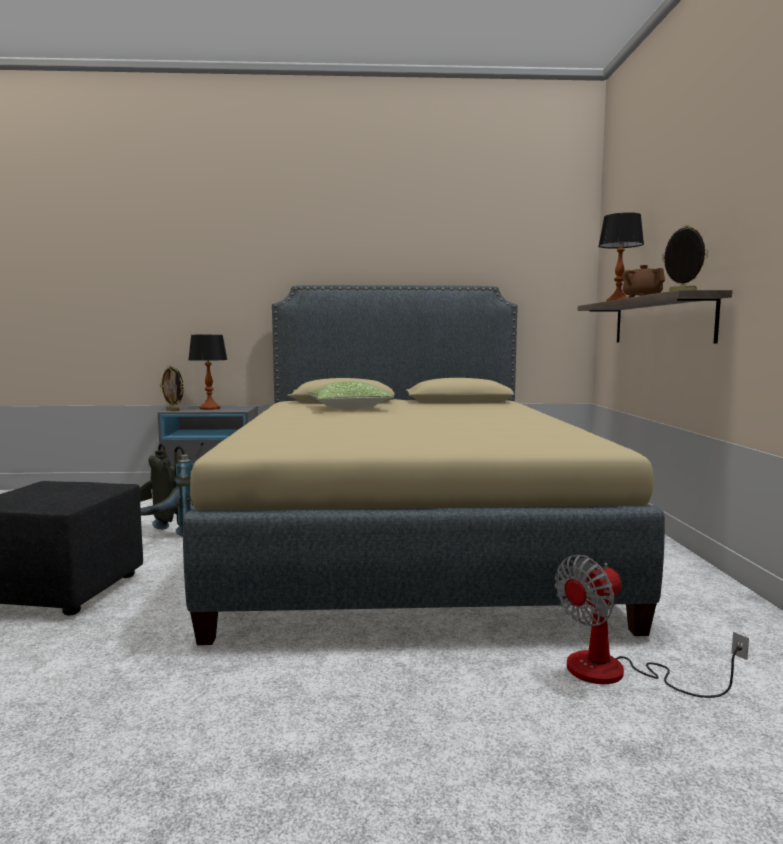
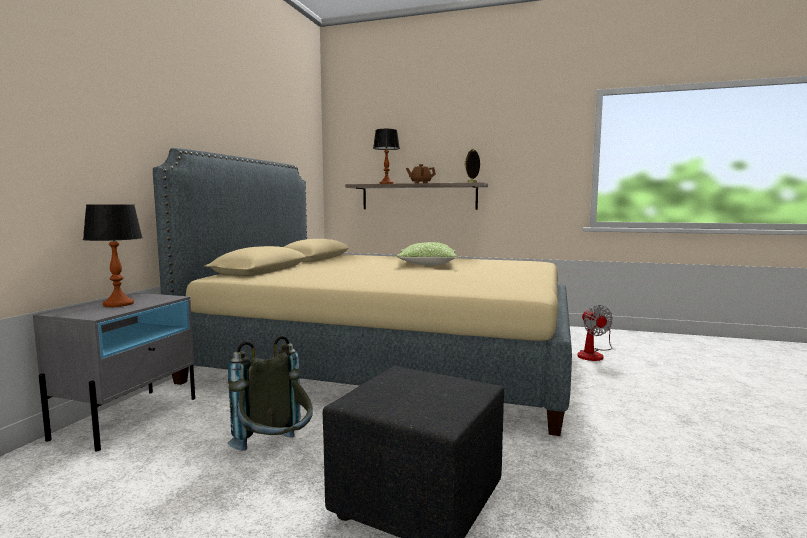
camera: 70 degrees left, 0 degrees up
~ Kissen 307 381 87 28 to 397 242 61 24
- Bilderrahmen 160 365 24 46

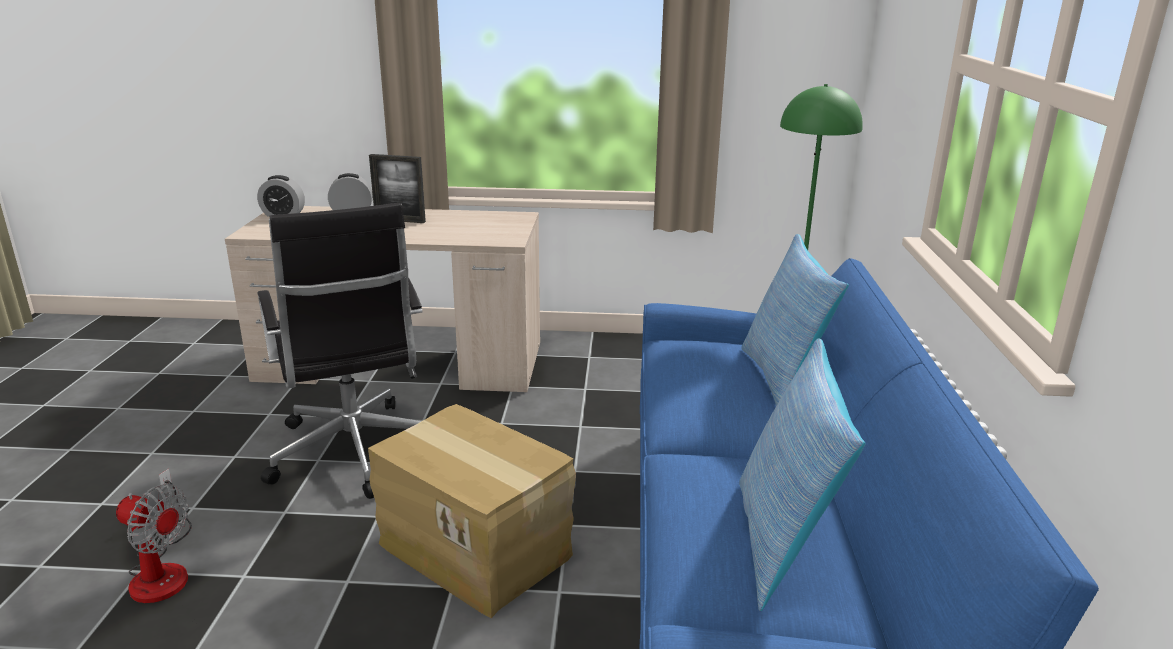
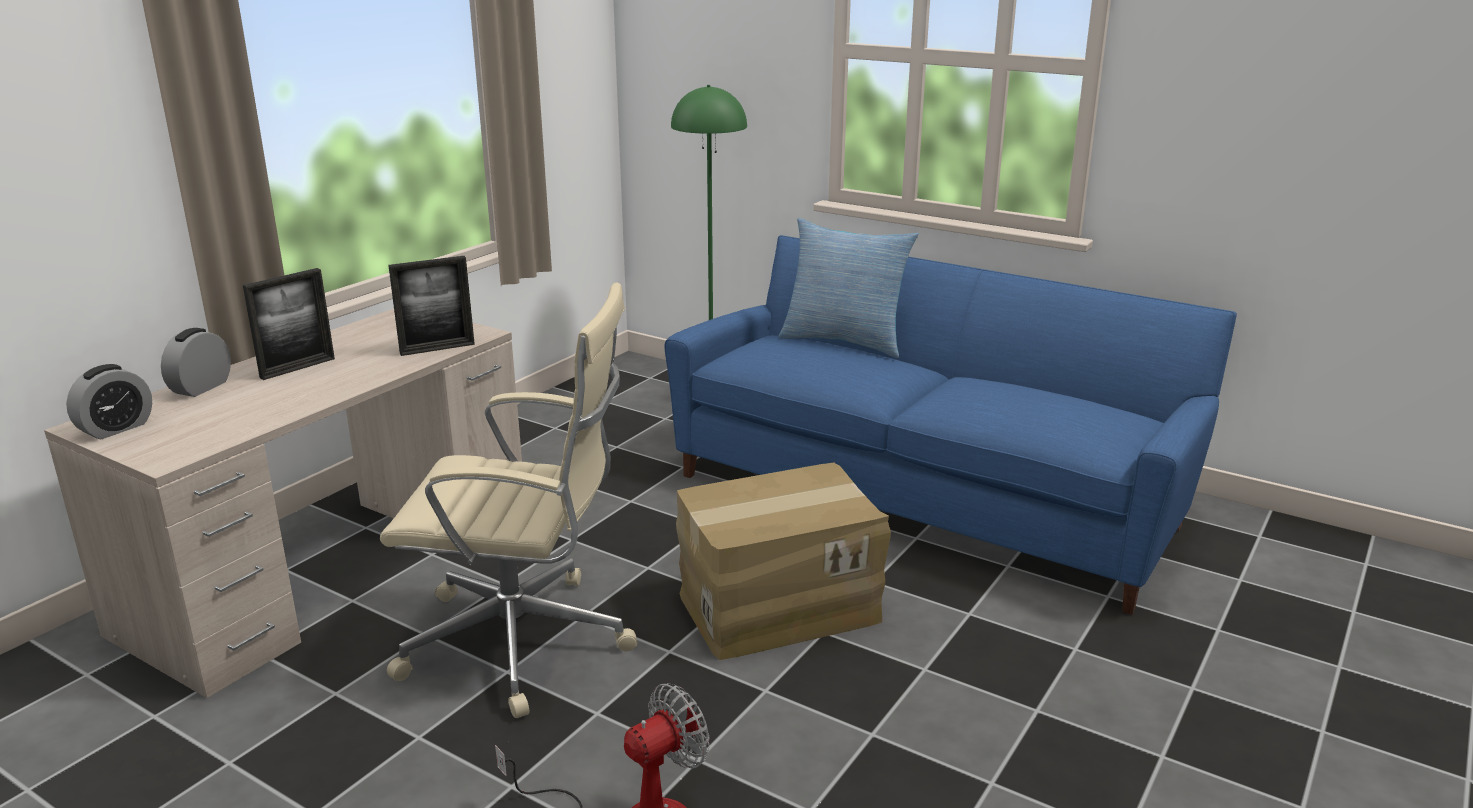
camera: 60 degrees left, 0 degrees up
~ Bürostuhl/schwarz 258 203 165 296 to Bürostuhl/beige 380 282 258 436
+ Bilderrahmen 388 256 87 100
- Kissen 739 338 127 273

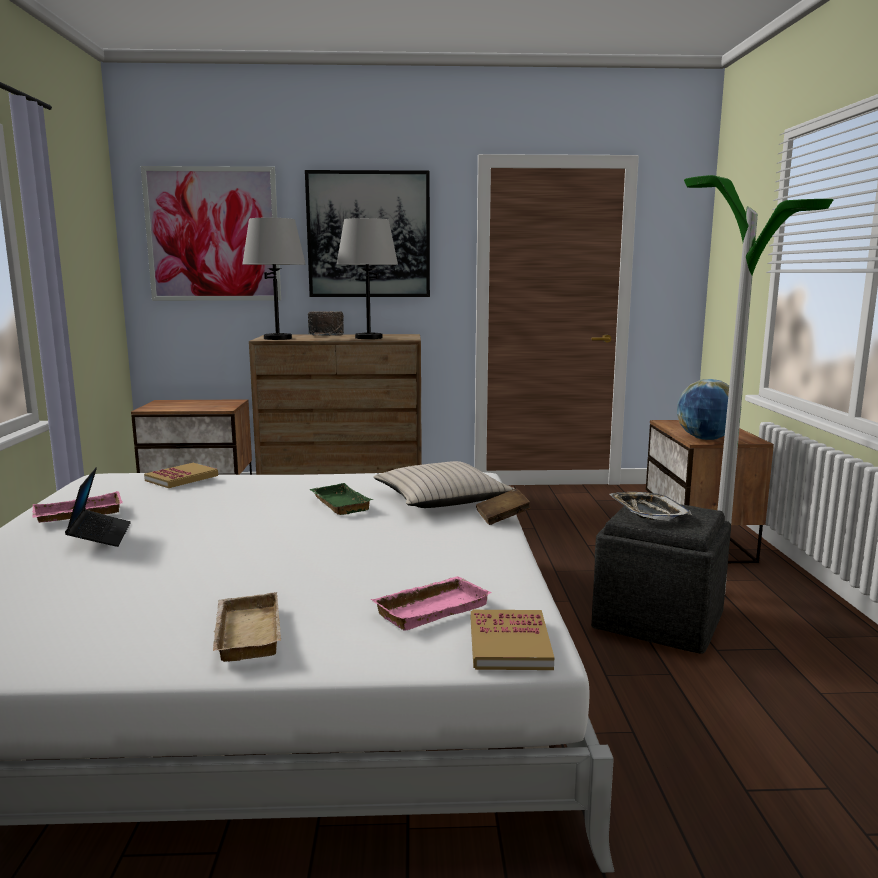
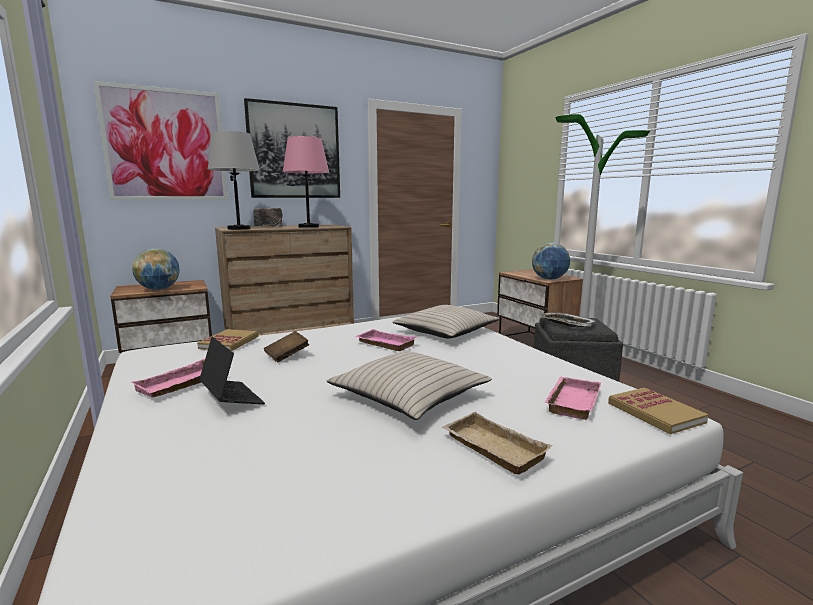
camera: 25 degrees left, 0 degrees up
+ Globus 132 248 48 42
~ Buch/braun 476 488 55 37 to 264 331 45 31
~ Tischlampe/grau 336 218 62 121 to Tischlampe/rosa 283 136 46 92
+ Kissen/beige 326 351 166 69
~ Tablett/grün 309 483 64 32 to Tablett/rosa 355 329 61 22

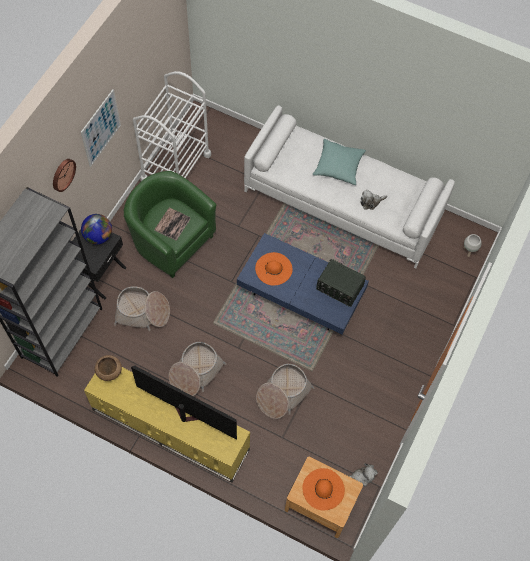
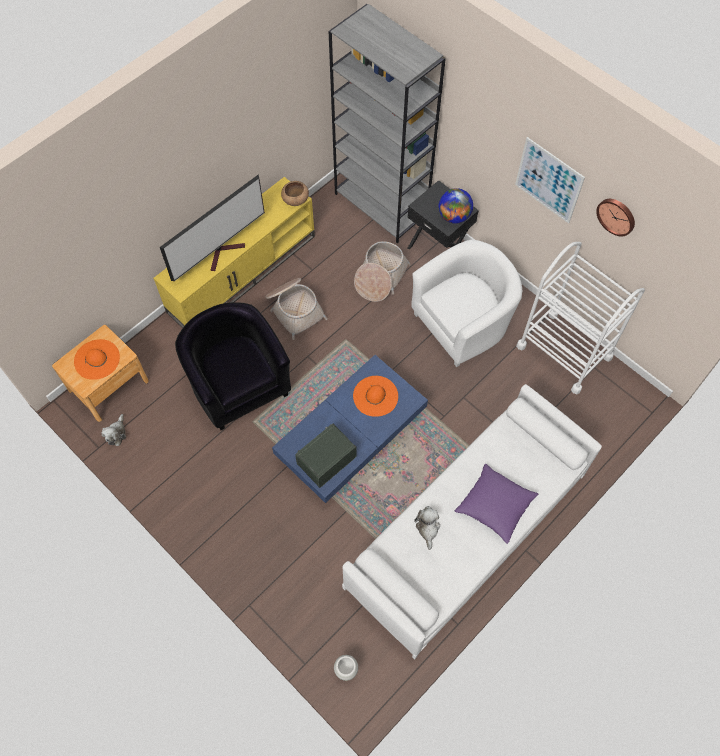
camera: 110 degrees right, 0 degrees up
~ Korb 256 364 59 55 to Sessel/schwarz 175 302 116 128
~ Sessel/grün 124 171 92 107 to Sessel/weiß 411 240 112 127
~ Kissen/türkis 312 139 54 46 to Kissen/lila 455 464 83 80
~ Wanduhr 53 159 23 33 to 596 199 39 38
- Buch 154 208 37 33

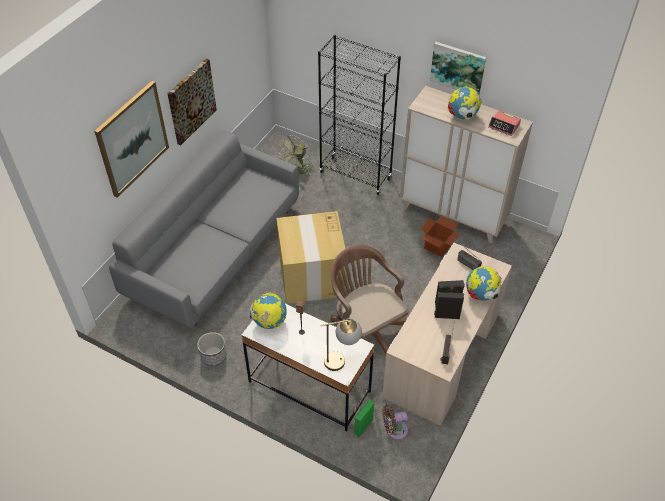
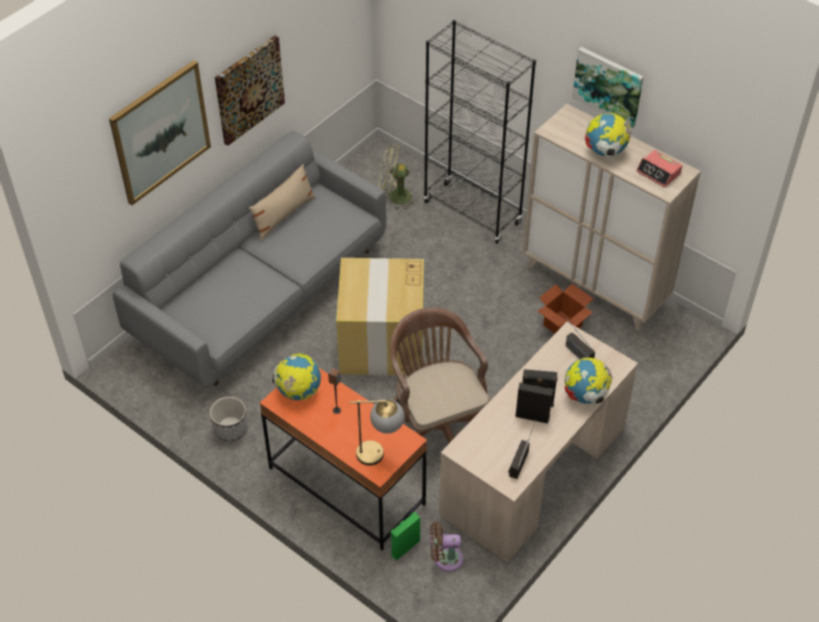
camera: 10 degrees right, 0 degrees up
+ Kissen/beige 249 164 67 77
~ Schreibtisch/weiß 242 304 132 128 to Schreibtisch/orange 260 368 167 182
~ Ventilator/grün 279 135 34 41 = 378 144 40 66 45 degrees clockwise

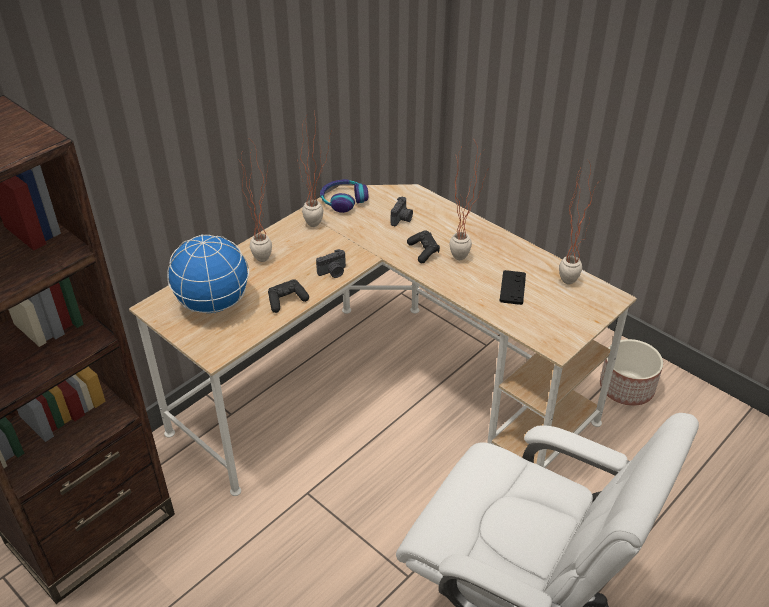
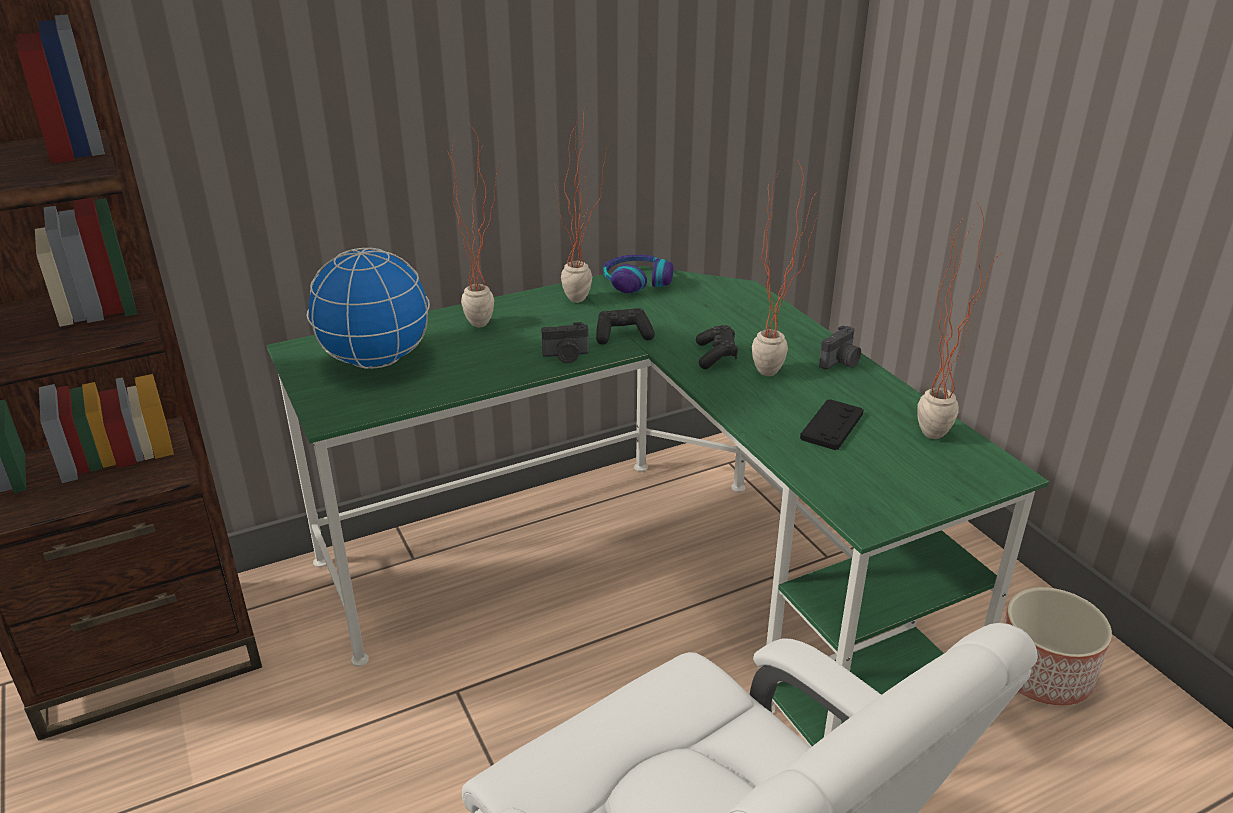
camera: 20 degrees right, 10 degrees down
~ Schreibtisch/beige 129 184 508 312 to Schreibtisch/grün 267 266 782 481
~ Gamepad/schwarz 268 279 41 34 to 596 308 59 37
~ Kamera 391 197 22 29 to 819 325 42 45

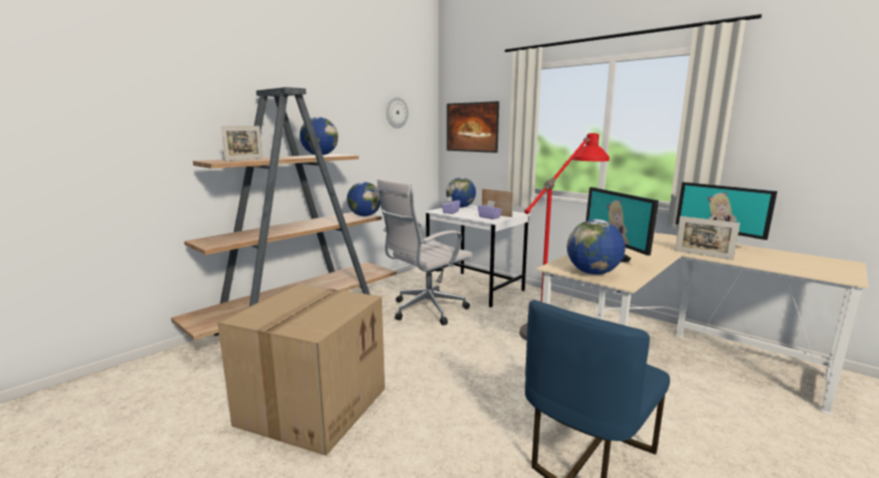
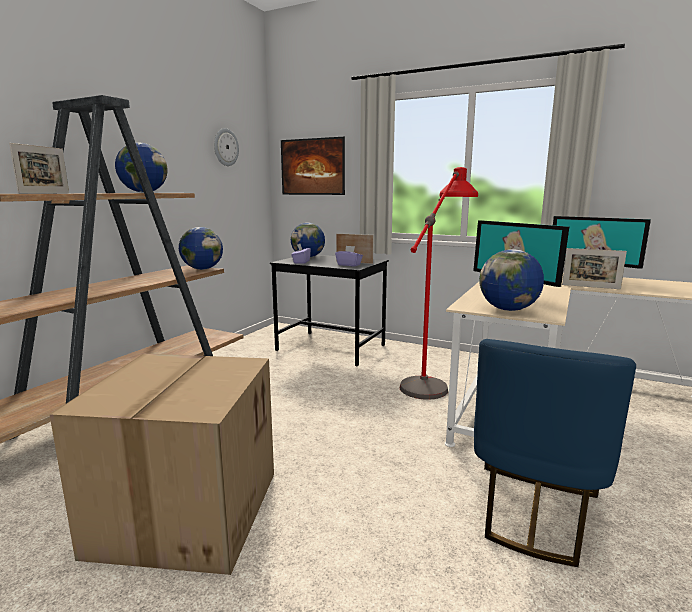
camera: 15 degrees left, 0 degrees up
~ Schreibtisch/weiß 425 205 105 103 to Schreibtisch/schwarz 270 255 119 111
- Bürostuhl/weiß 377 178 95 147

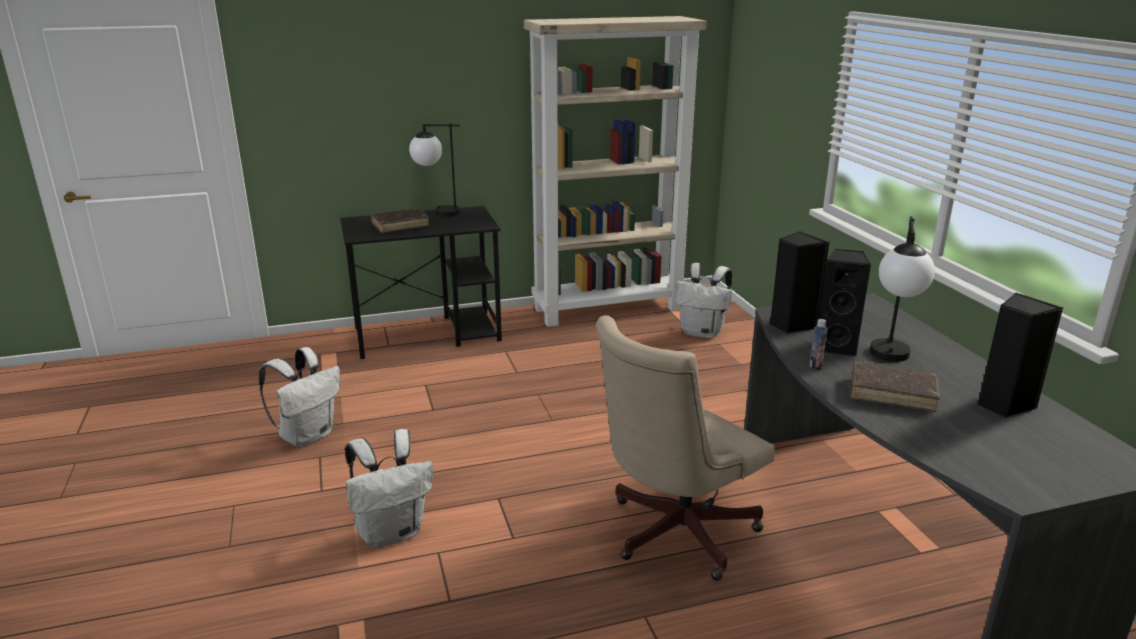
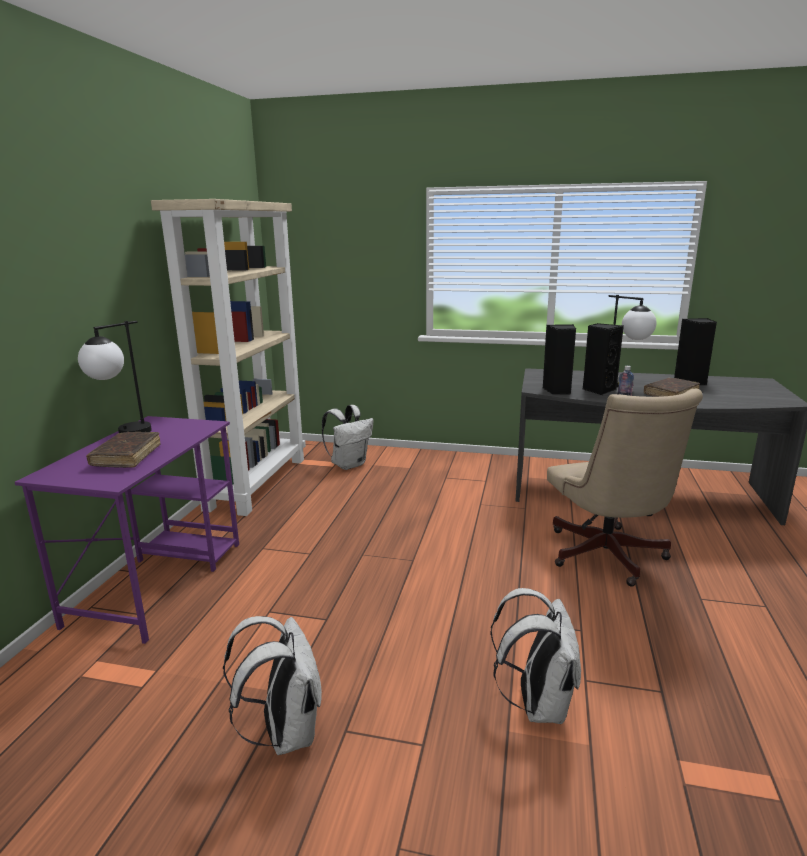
camera: 60 degrees left, 5 degrees down
~ Schreibtisch/schwarz 340 206 162 153 to Schreibtisch/lila 15 416 224 228

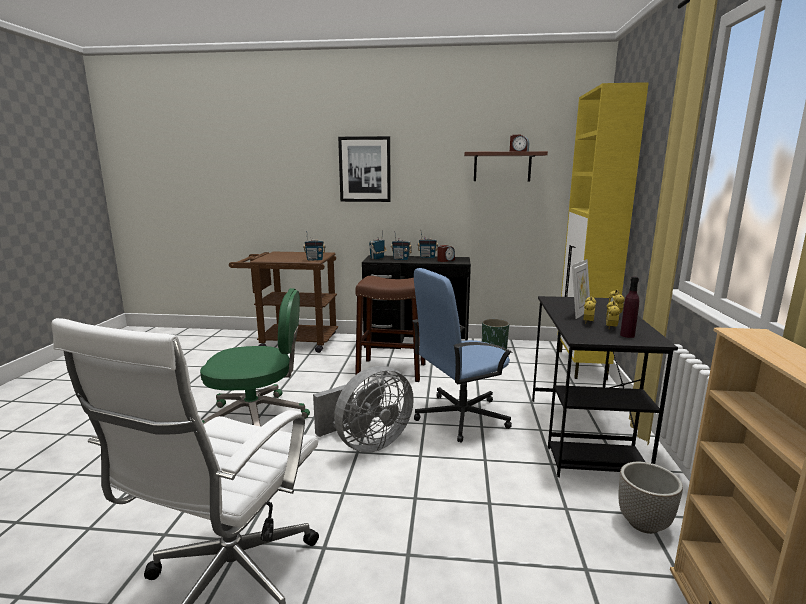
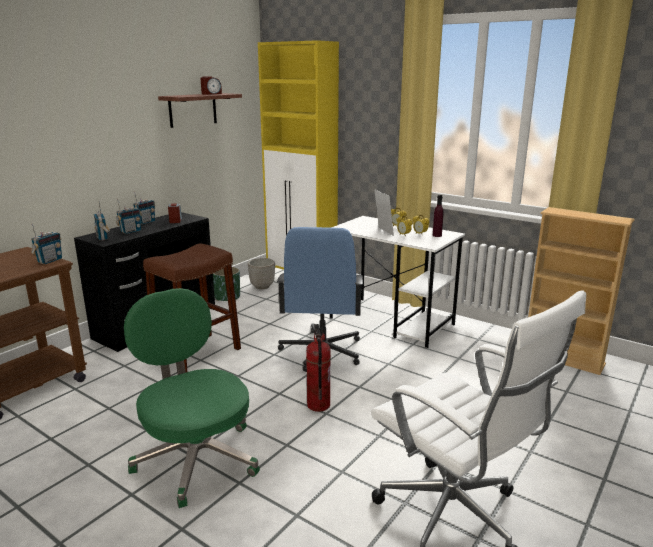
camera: 60 degrees left, 5 degrees up
~ Bürostuhl/grün 200 288 110 139 = 124 288 136 220 60 degrees counterclockwise
~ Pflanzkübel 619 462 64 72 to 248 258 27 31
~ Ventilator/grau 313 366 101 87 to Feuerlöscher 306 324 25 88
~ Schreibtisch/schwarz 532 296 146 181 to Schreibtisch/weiß 330 216 135 132
- Bild 338 136 53 66

